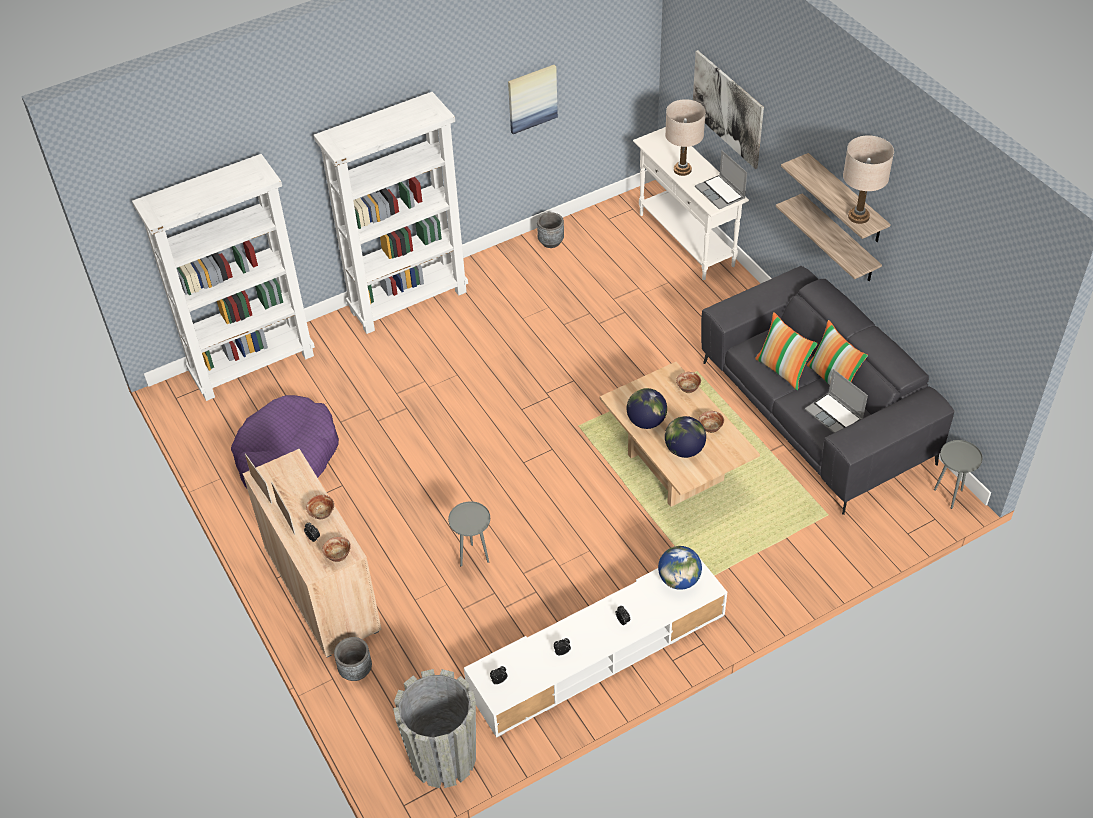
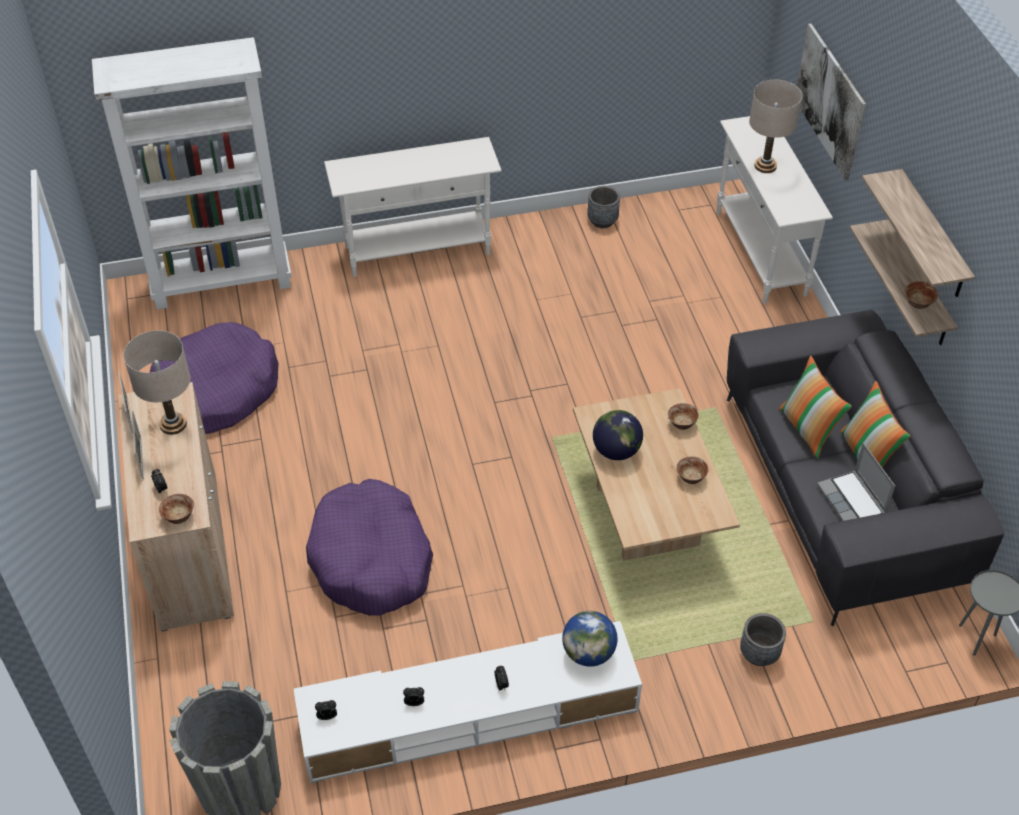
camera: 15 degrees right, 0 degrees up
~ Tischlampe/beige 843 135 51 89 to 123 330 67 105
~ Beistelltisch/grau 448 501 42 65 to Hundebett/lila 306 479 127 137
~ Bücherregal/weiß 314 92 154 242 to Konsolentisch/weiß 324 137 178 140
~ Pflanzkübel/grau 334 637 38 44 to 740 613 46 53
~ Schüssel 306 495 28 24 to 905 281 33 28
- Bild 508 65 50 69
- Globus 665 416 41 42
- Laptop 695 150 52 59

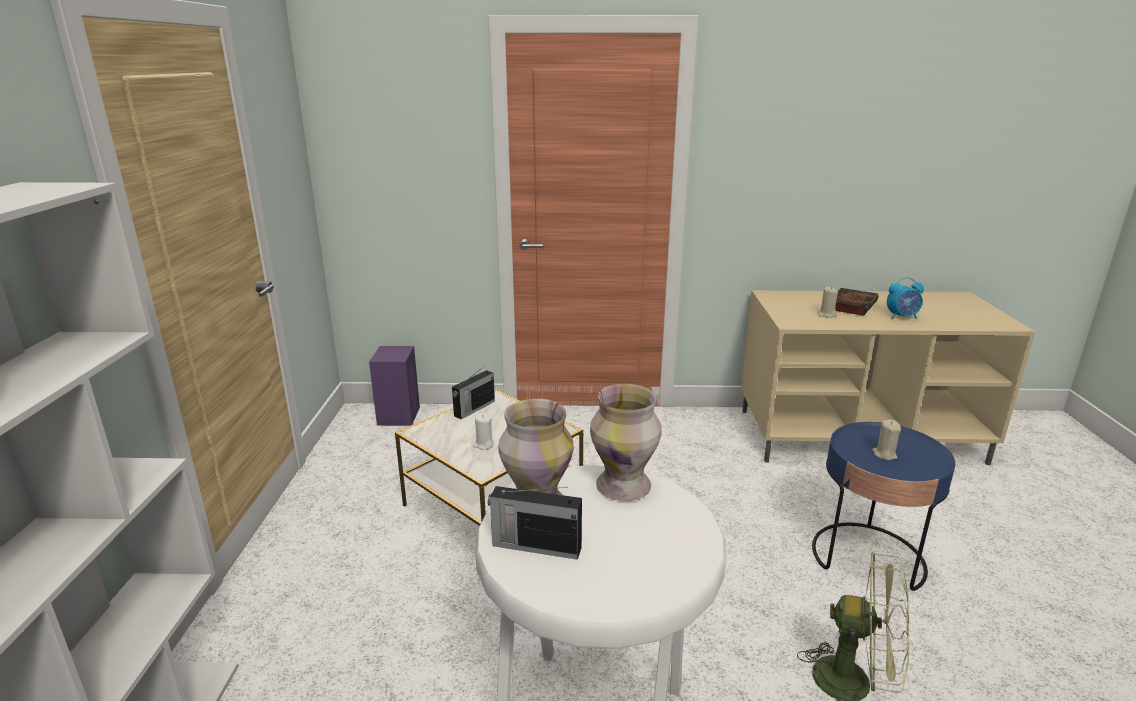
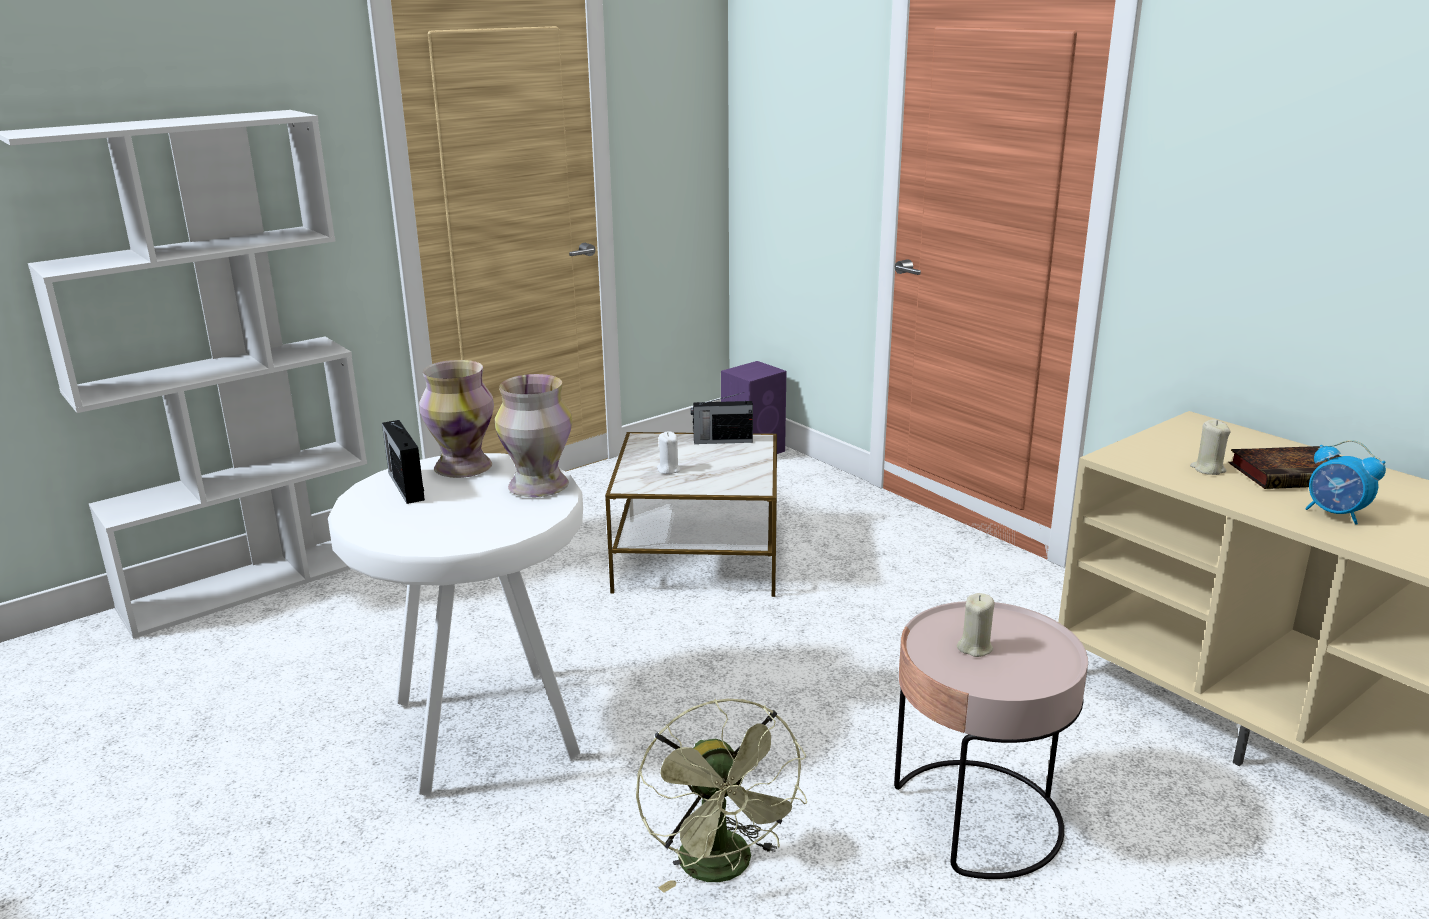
camera: 50 degrees right, 0 degrees up
~ Beistelltisch/blau 812 422 143 169 to Beistelltisch/rosa 894 601 194 278

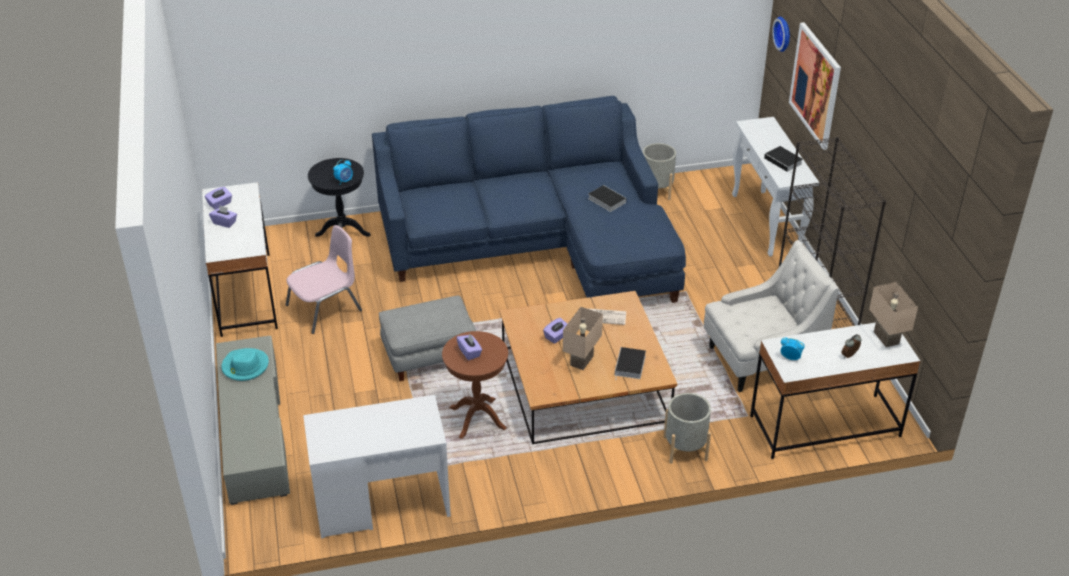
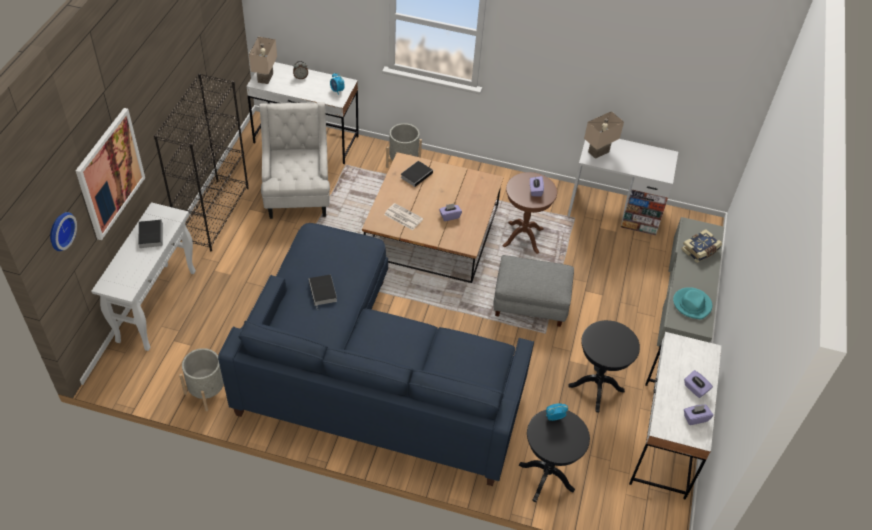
camera: 155 degrees left, 10 degrees up
~ Sessel/weiß 704 240 135 152 = 259 102 71 117 75 degrees clockwise
~ Stuhl/rosa 286 225 76 109 to Beistelltisch/schwarz 568 320 72 93
~ Tischlampe/beige 563 307 40 63 to 584 111 40 48
+ Buch 681 229 41 34

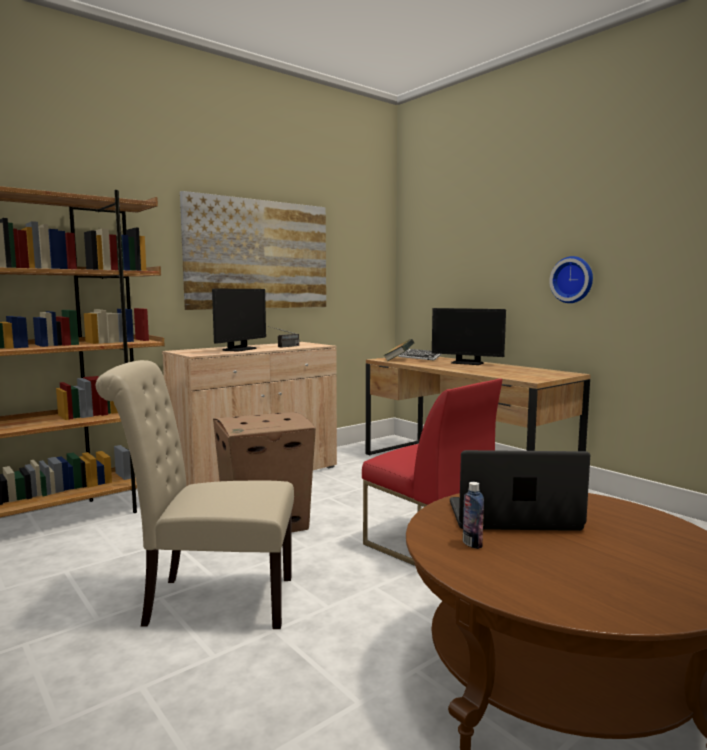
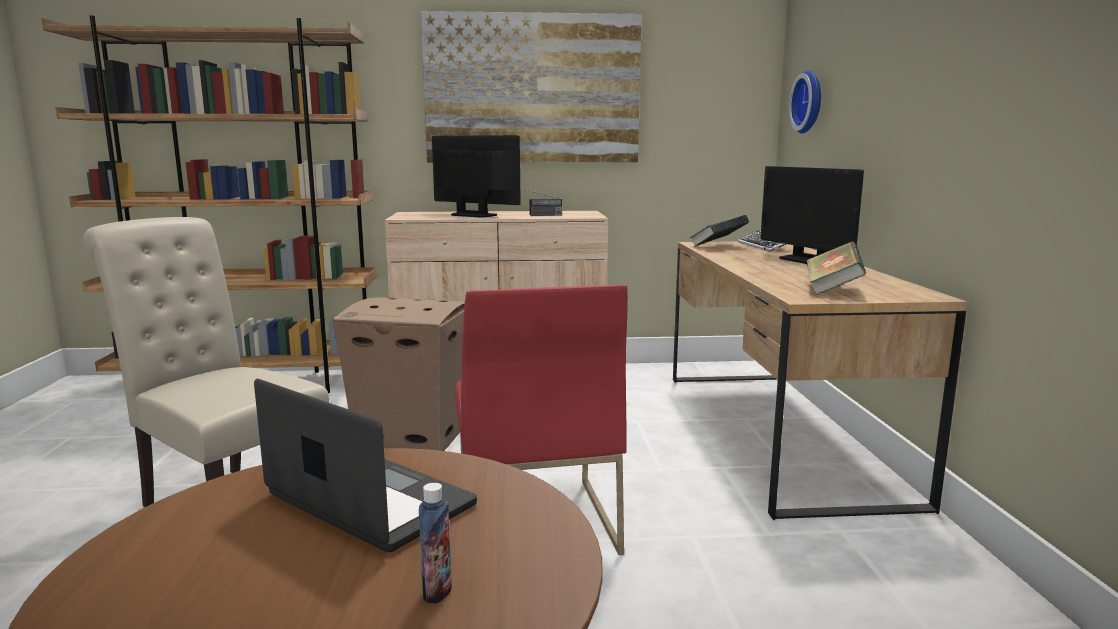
camera: 35 degrees right, 5 degrees up
~ Flasche 463 482 21 67 to 419 483 33 121
~ Monitor 212 289 54 62 = 432 135 89 83 120 degrees counterclockwise
~ Wanduhr 549 256 44 47 to 789 70 32 63
+ Buch 806 241 60 54

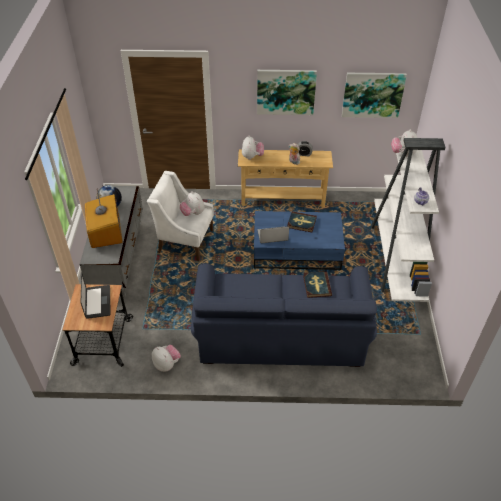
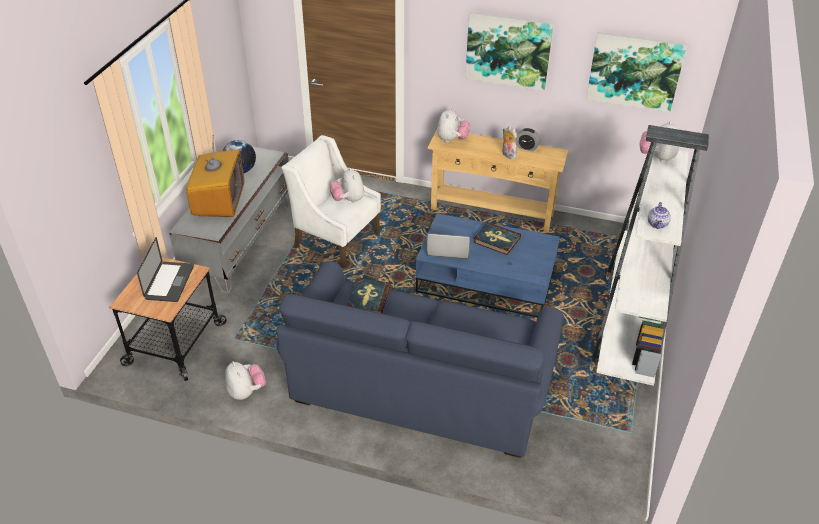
camera: 15 degrees right, 5 degrees down
~ Buch 303 272 29 26 to 347 278 44 35

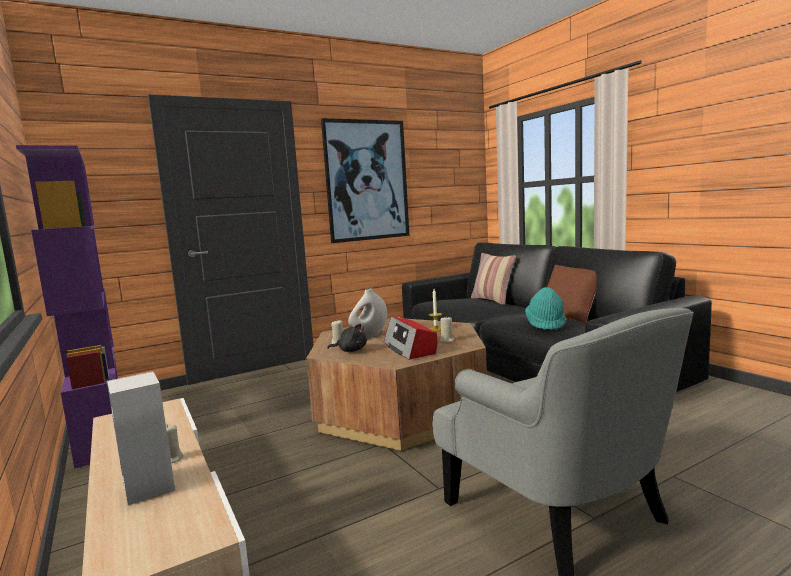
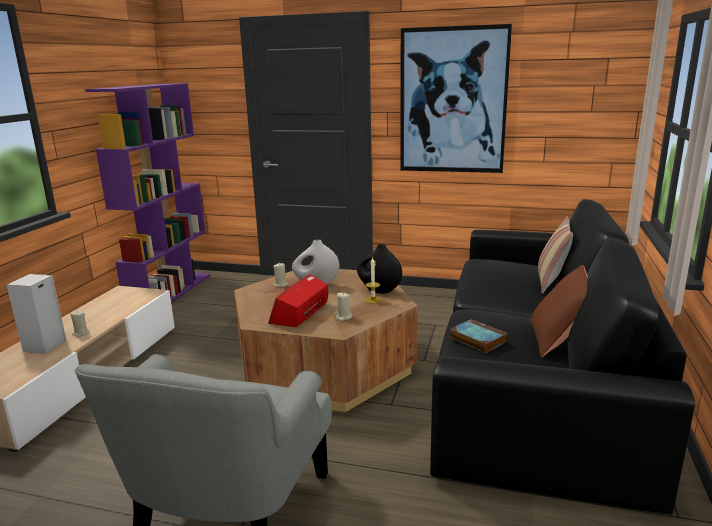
camera: 45 degrees right, 10 degrees up
+ Vase/schwarz 357 244 45 50
~ Hut/türkis 525 287 42 43 to Buch 450 319 58 34
- Plüschtier/schwarz 327 324 40 28

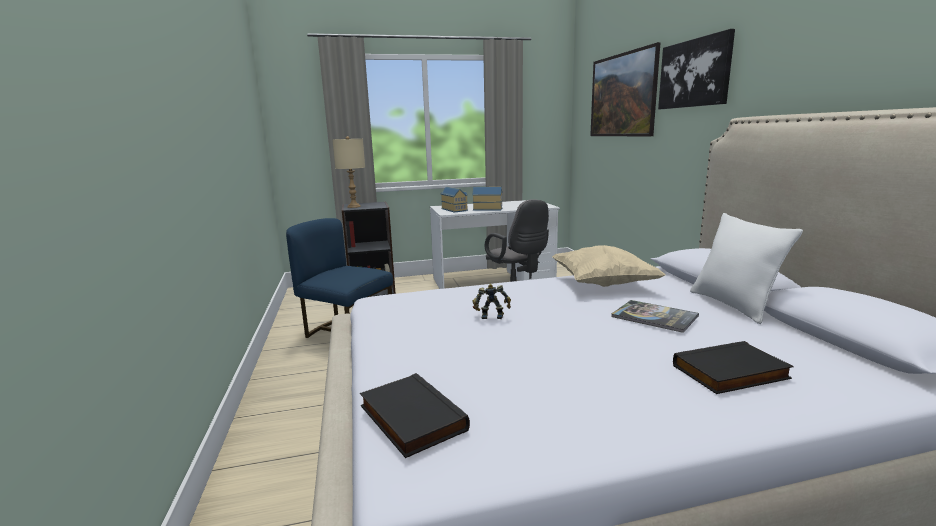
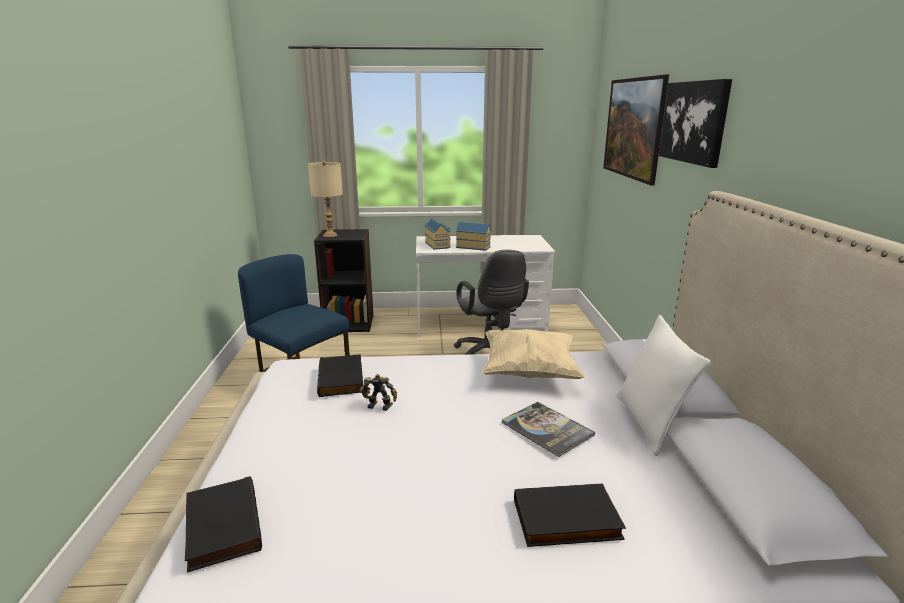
camera: 10 degrees right, 5 degrees up
+ Buch/schwarz 317 354 46 43

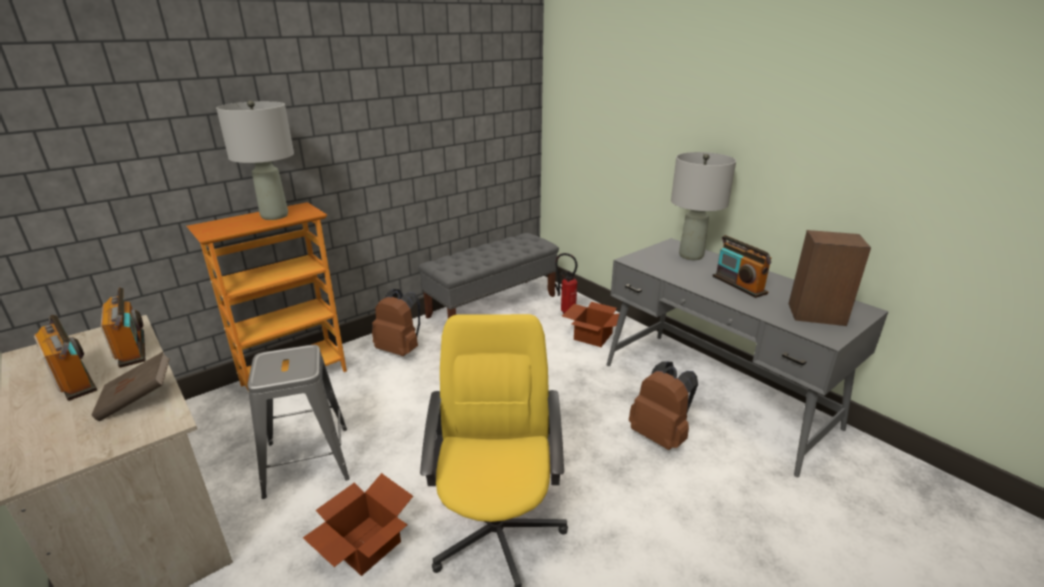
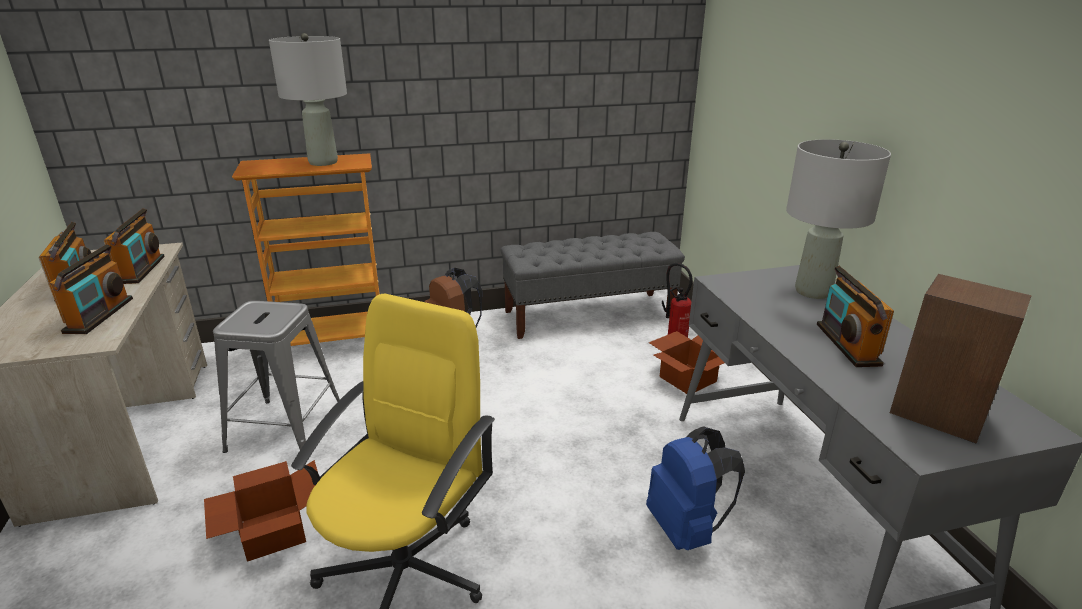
camera: 25 degrees right, 0 degrees up
~ Buch/braun 91 352 79 69 to Radio 49 244 84 90
~ Rucksack/braun 629 361 69 89 to Rucksack/blau 646 426 99 124

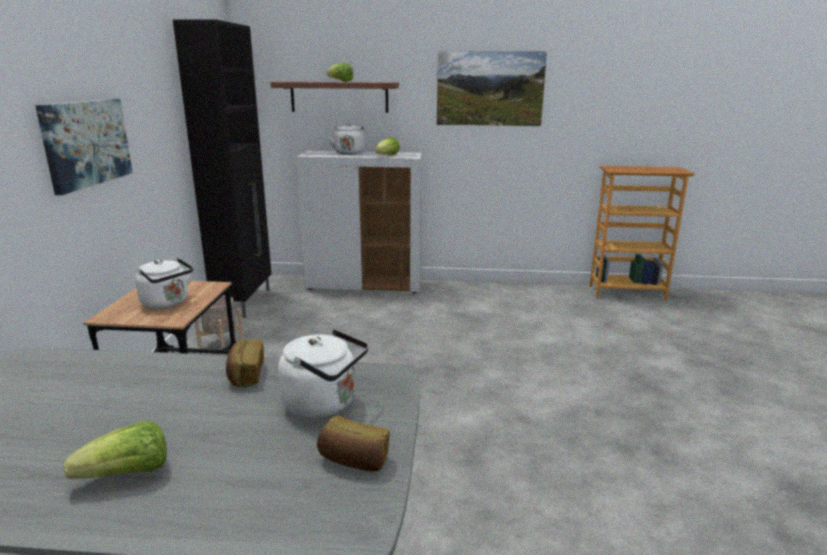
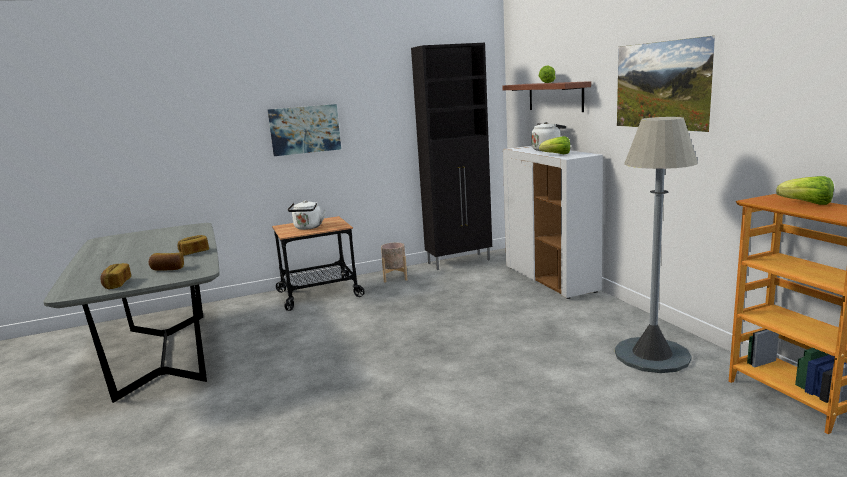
camera: 65 degrees right, 5 degrees down
~ Wasserkessel/weiß 278 329 91 89 to Brot 149 252 35 19
+ Stehlampe/grau 615 117 83 256
~ Salatkopf 64 421 103 58 to 776 176 58 29

